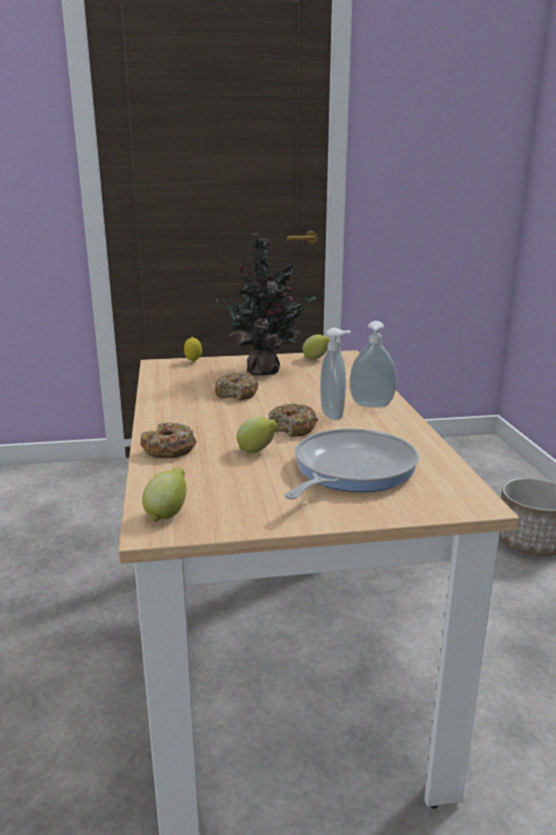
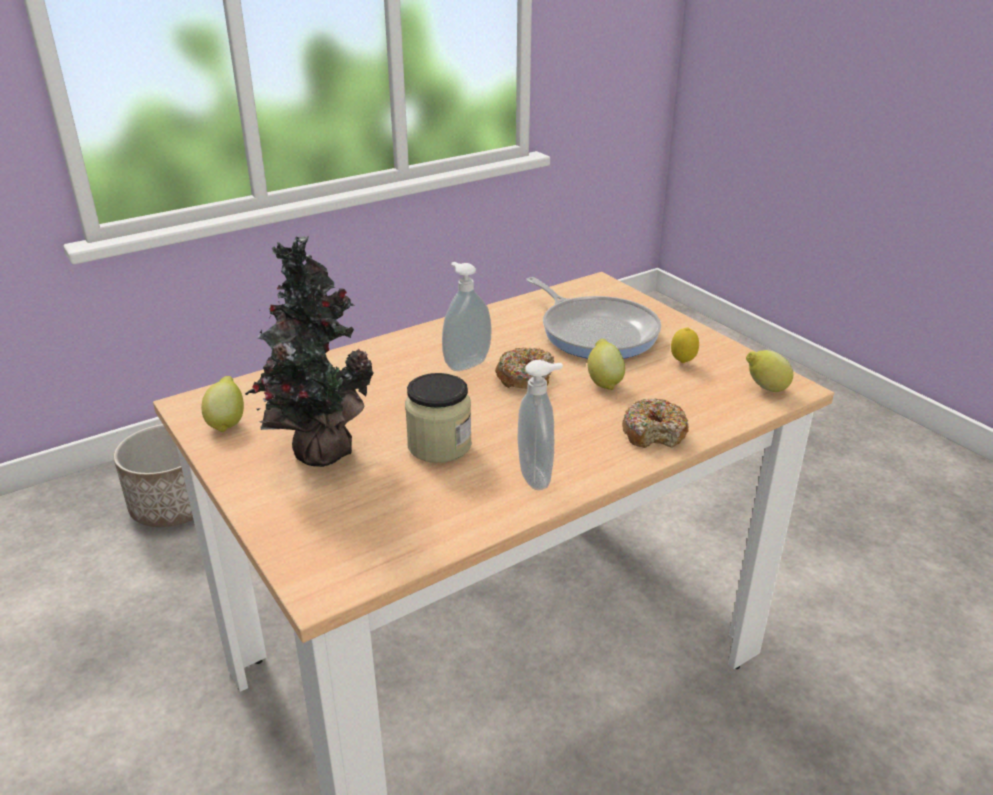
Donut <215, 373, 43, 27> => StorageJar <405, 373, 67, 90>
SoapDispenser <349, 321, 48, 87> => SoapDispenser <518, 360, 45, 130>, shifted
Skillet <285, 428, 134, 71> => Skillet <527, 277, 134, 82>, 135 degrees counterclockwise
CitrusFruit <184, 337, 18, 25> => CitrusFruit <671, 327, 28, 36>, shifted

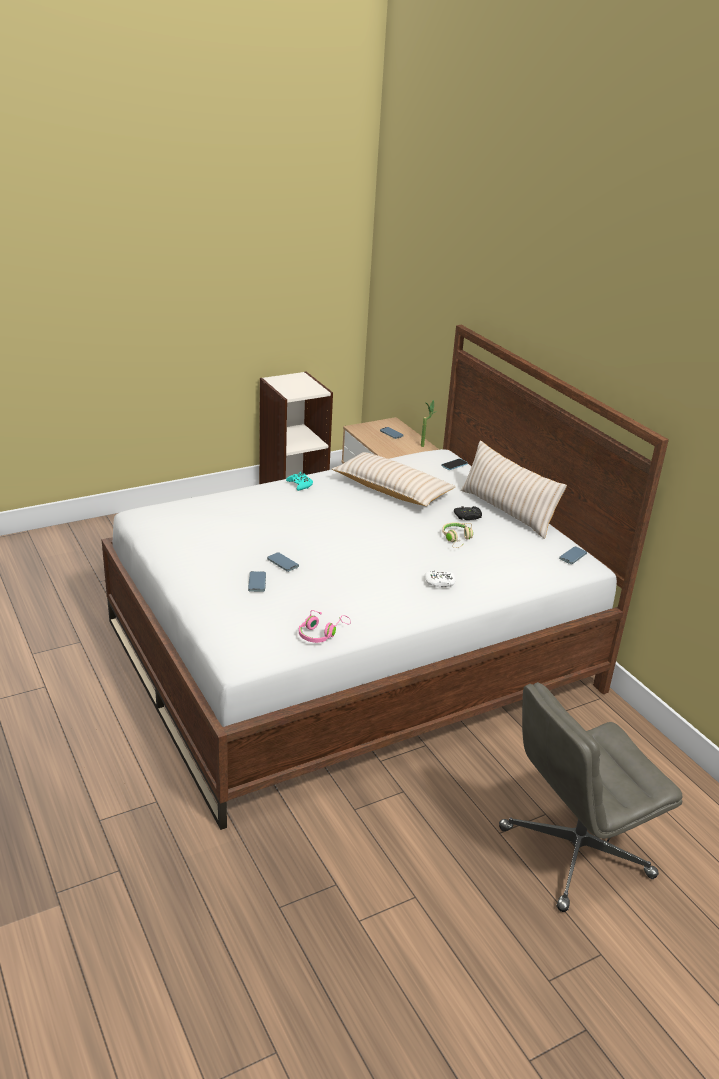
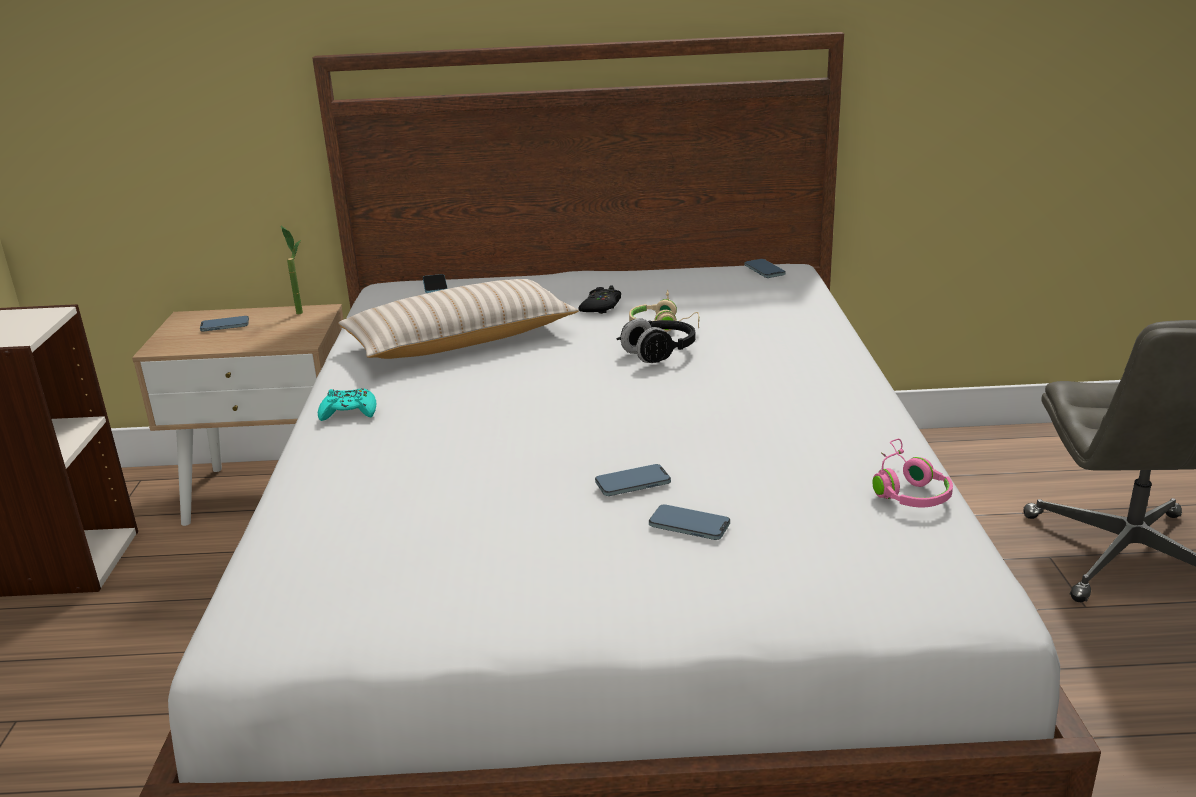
nothing => BlackishHeadphones <616, 318, 80, 45>
WhitishGamepad <425, 571, 31, 16> => nothing
BeigeColouredCushion <461, 440, 106, 99> => nothing

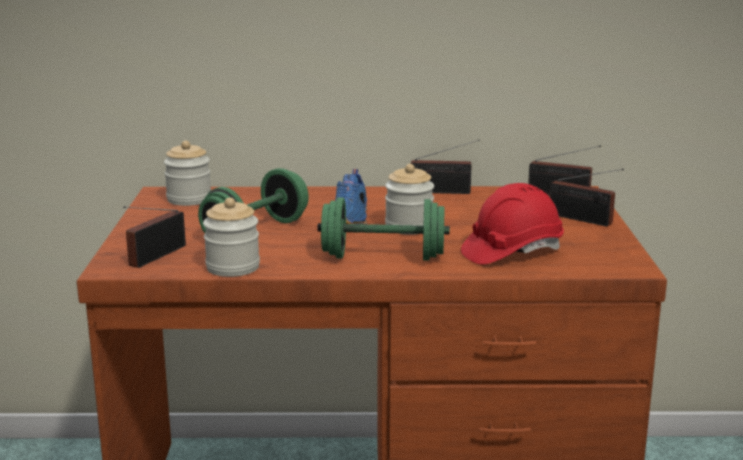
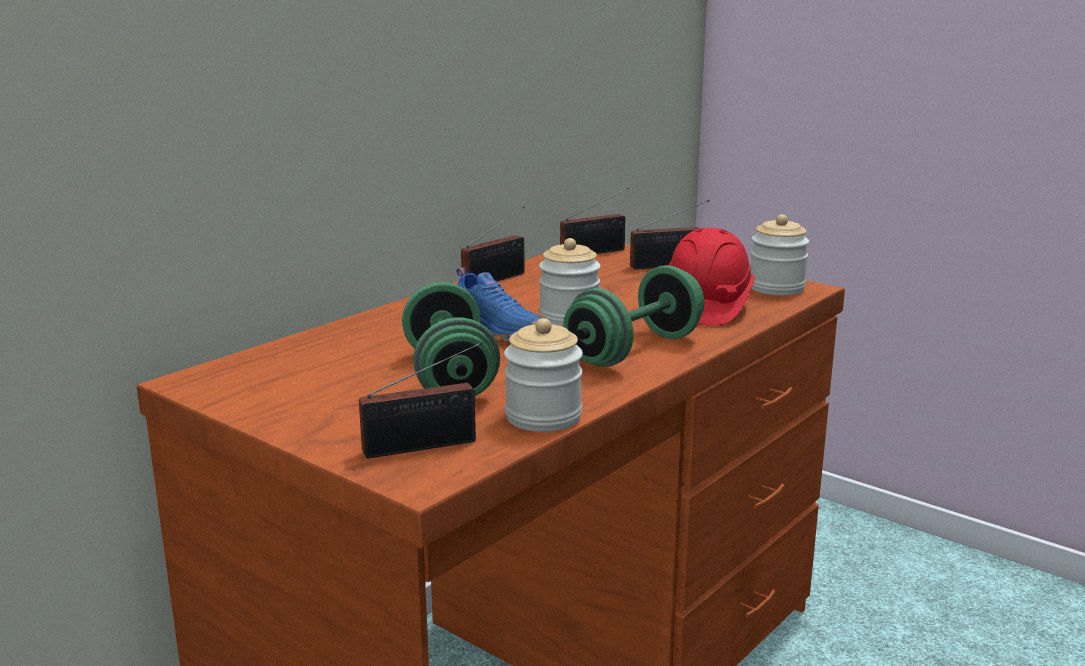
RadioReceiver <123, 206, 63, 62> => RadioReceiver <359, 342, 124, 116>, 90 degrees counterclockwise
StorageJar <164, 141, 47, 65> => StorageJar <751, 214, 58, 82>, shifted

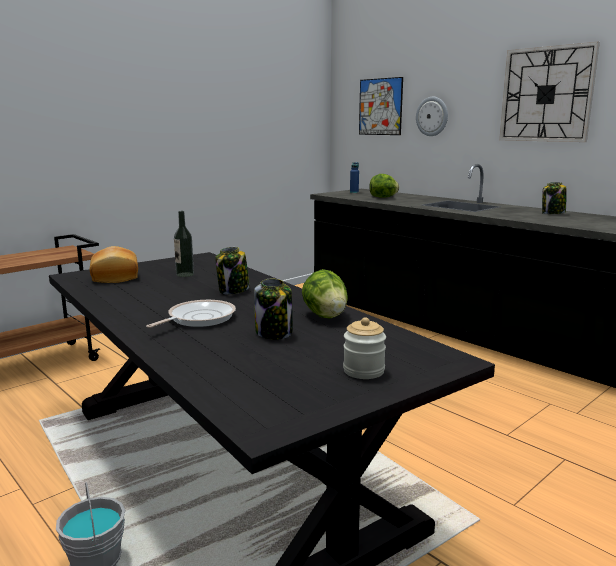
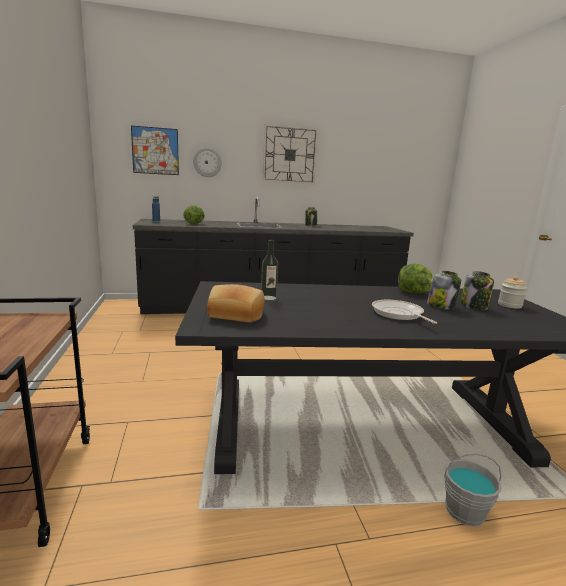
StorageJar <215, 247, 34, 47> => StorageJar <461, 271, 33, 39>, shifted

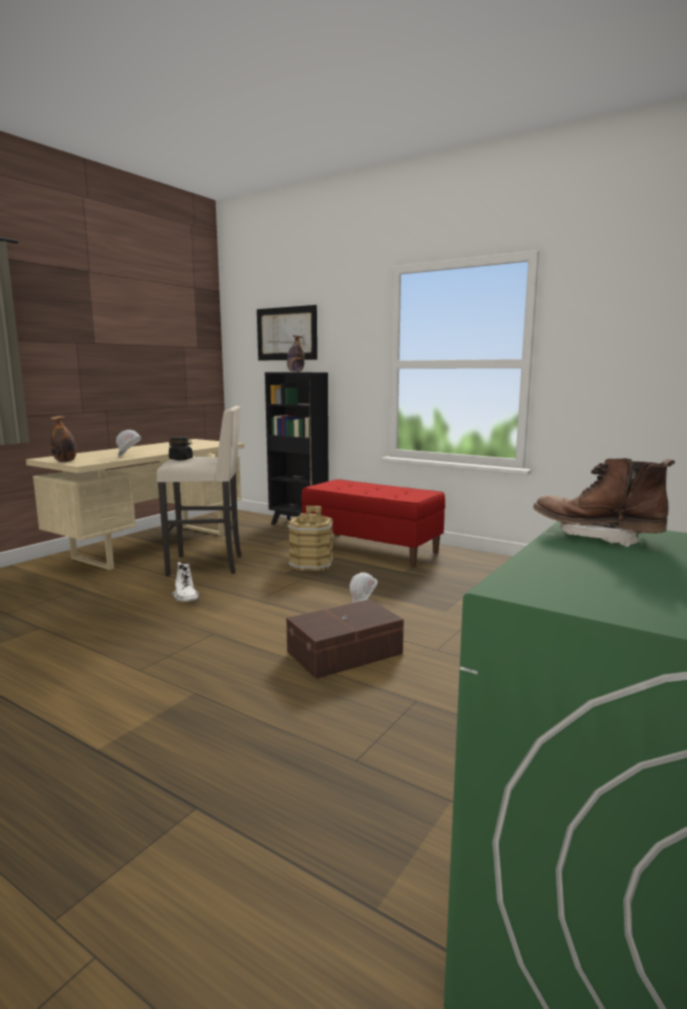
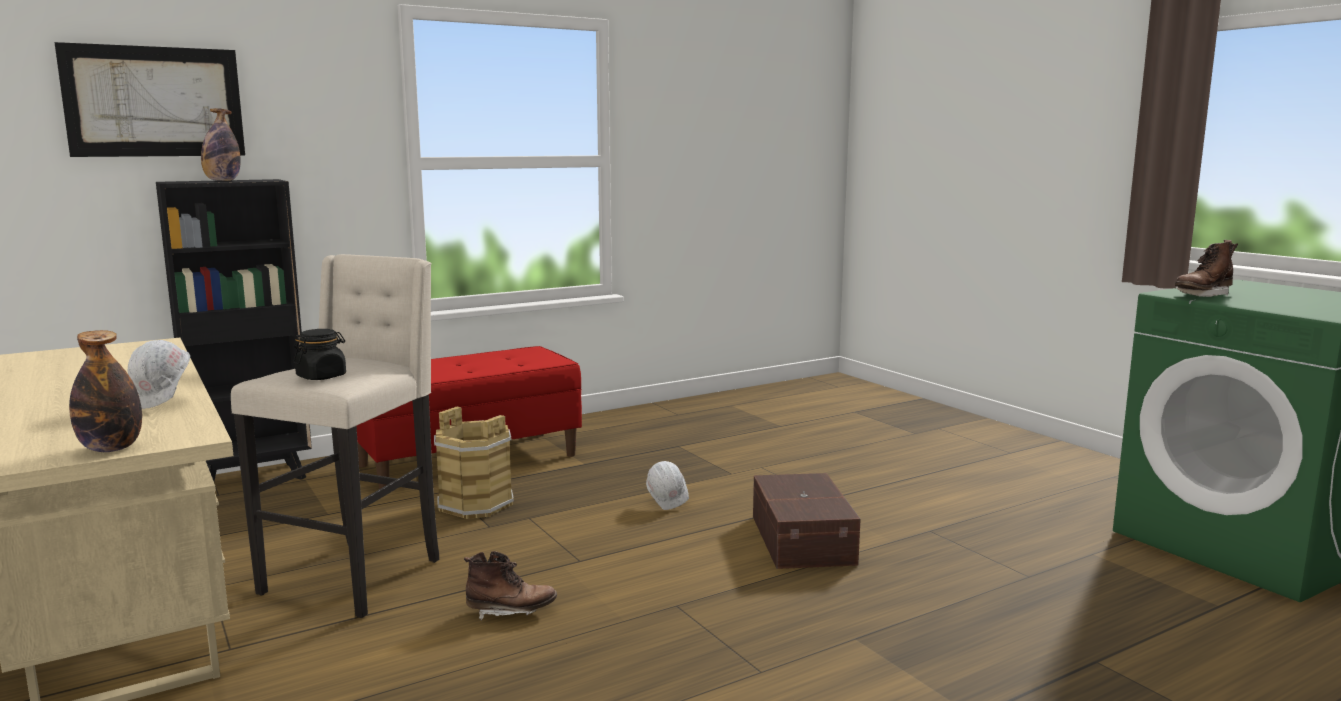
WhitishBoot <171, 562, 28, 41> => BrownishBoot <464, 551, 93, 69>

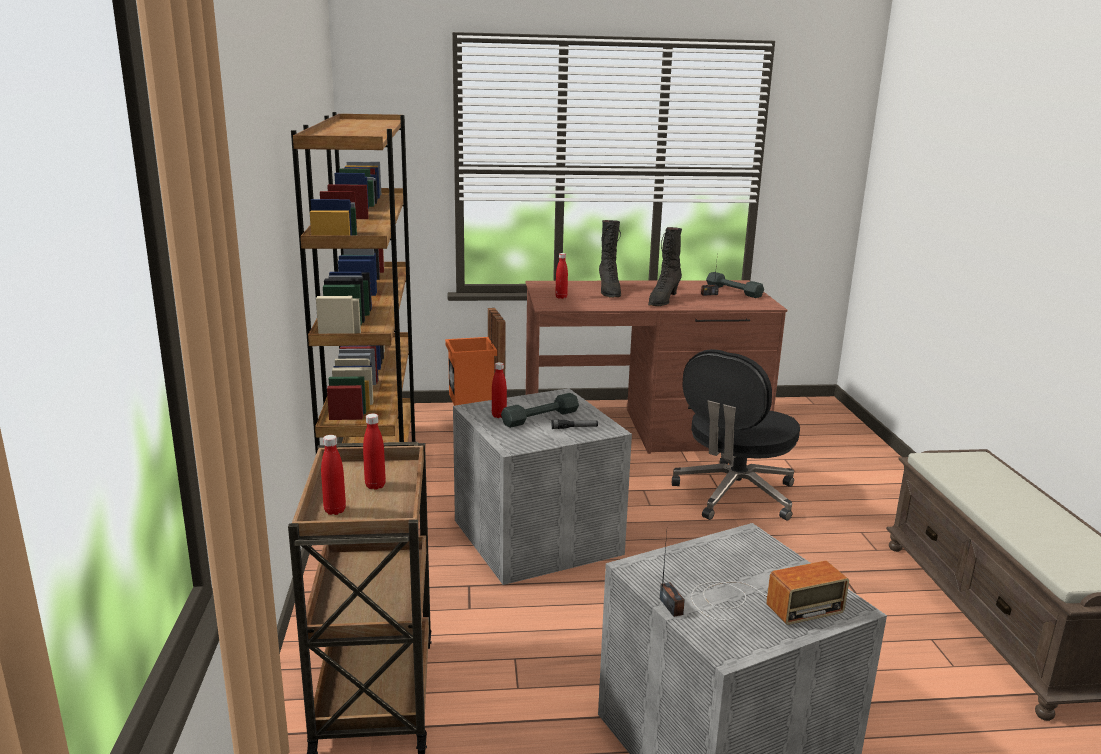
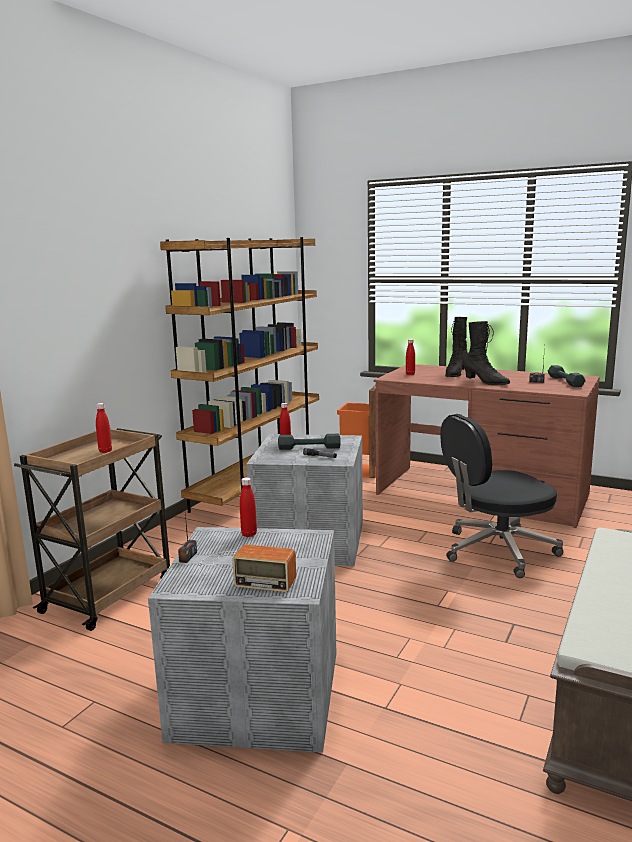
RedBeverageBottle <321, 435, 25, 80> => RedBeverageBottle <240, 477, 17, 60>, shifted
BlackishBoot <648, 227, 34, 79> => BlackishBoot <463, 321, 47, 64>, 105 degrees counterclockwise

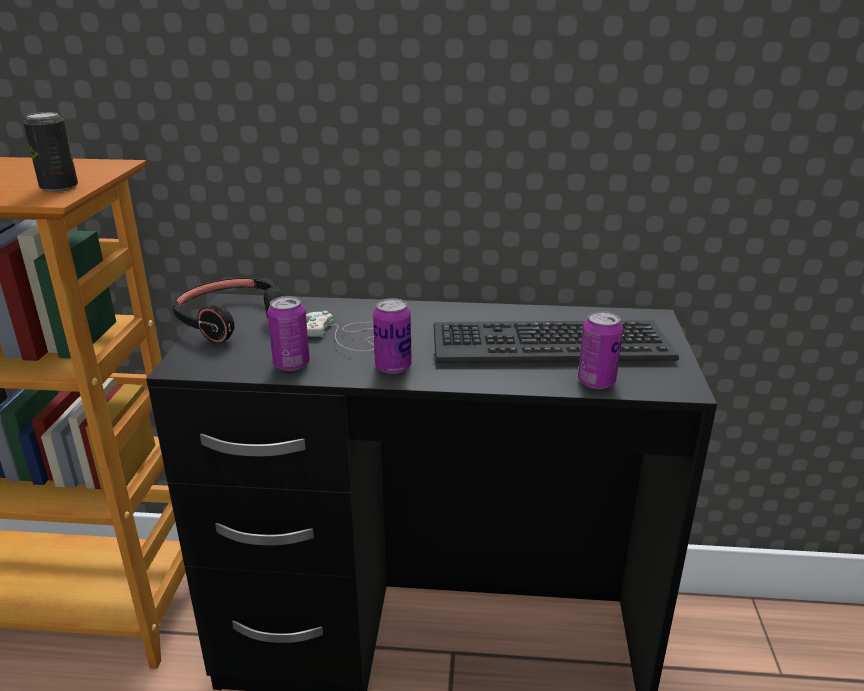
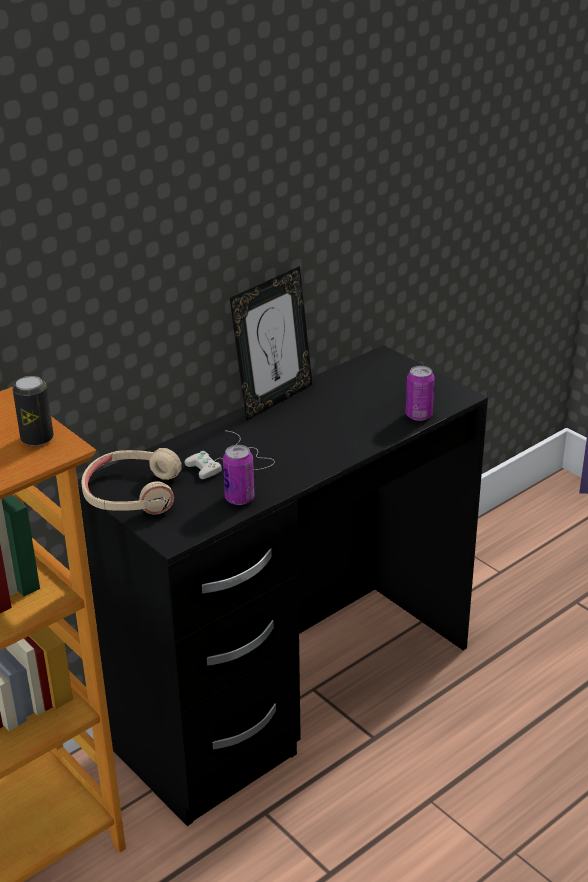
BlackishHeadphones <172, 277, 112, 66> => BeigeColouredHeadphones <82, 448, 100, 67>
nothing => StandingFrame <230, 266, 82, 155>
MetalCan <373, 298, 39, 76> => nothing
ComputerKeyboard <434, 320, 245, 43> => nothing

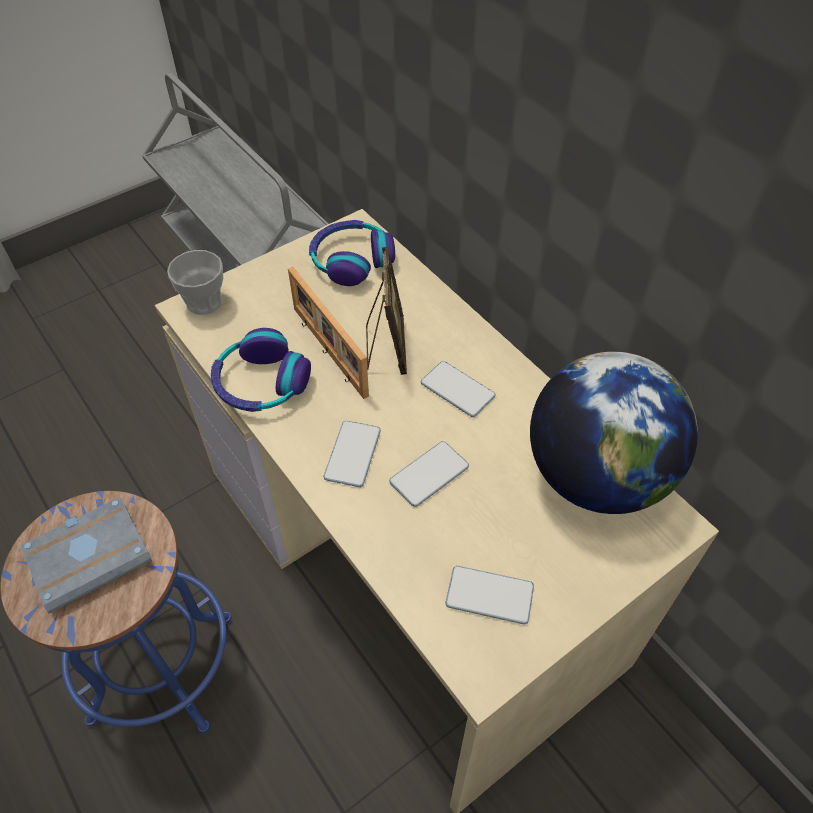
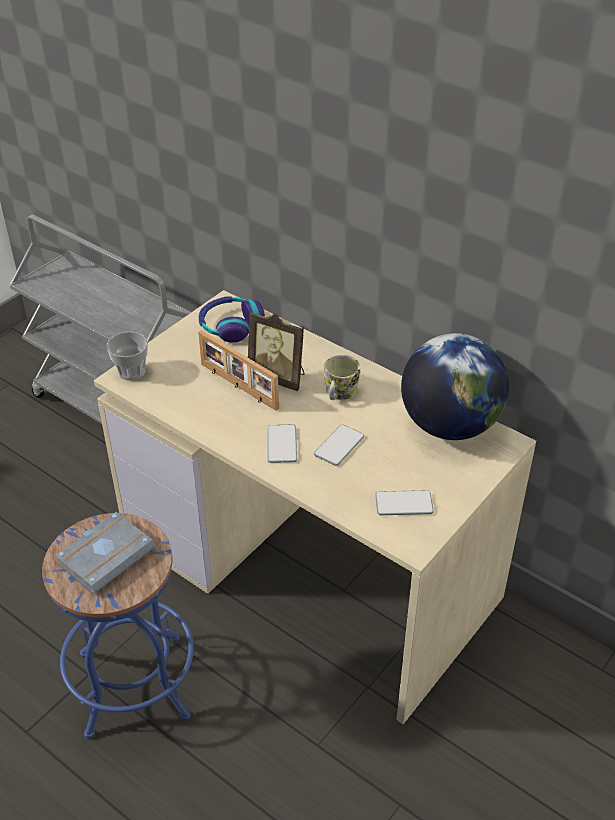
StandingFrame <366, 247, 41, 128> => StandingFrame <248, 311, 57, 80>, 135 degrees clockwise
Handset <421, 361, 74, 56> => Mug <324, 355, 36, 45>
Headphones <211, 328, 100, 84> => nothing

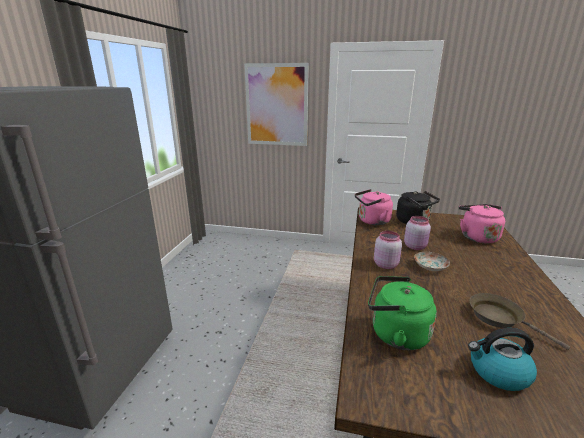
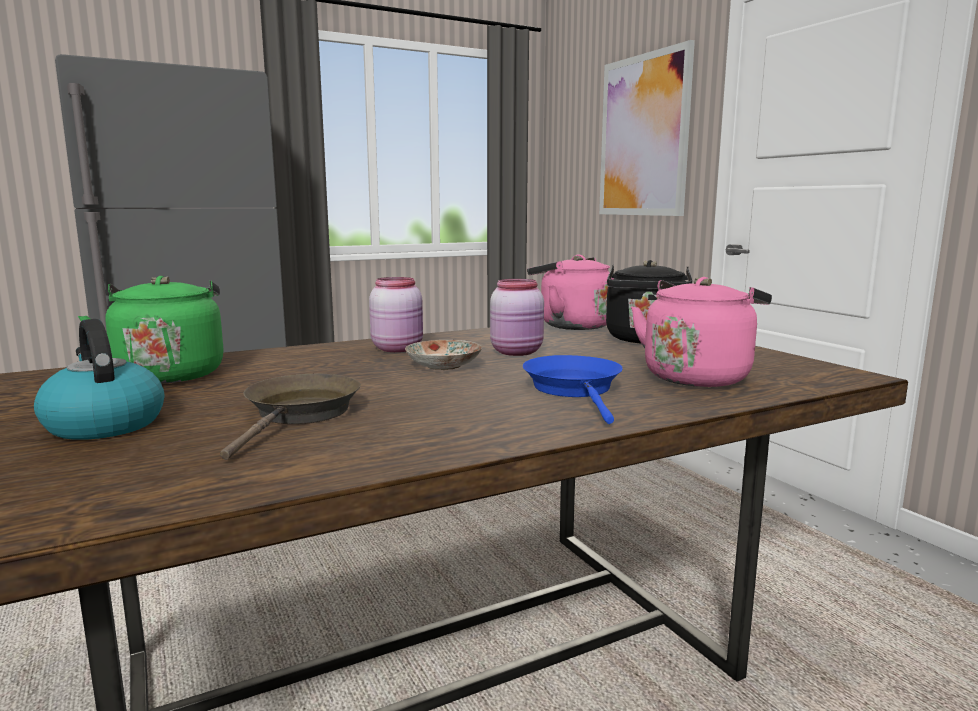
nothing => BlueSkillet <523, 355, 100, 69>

